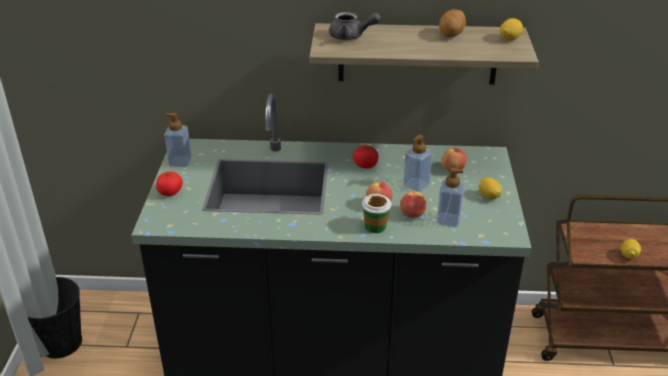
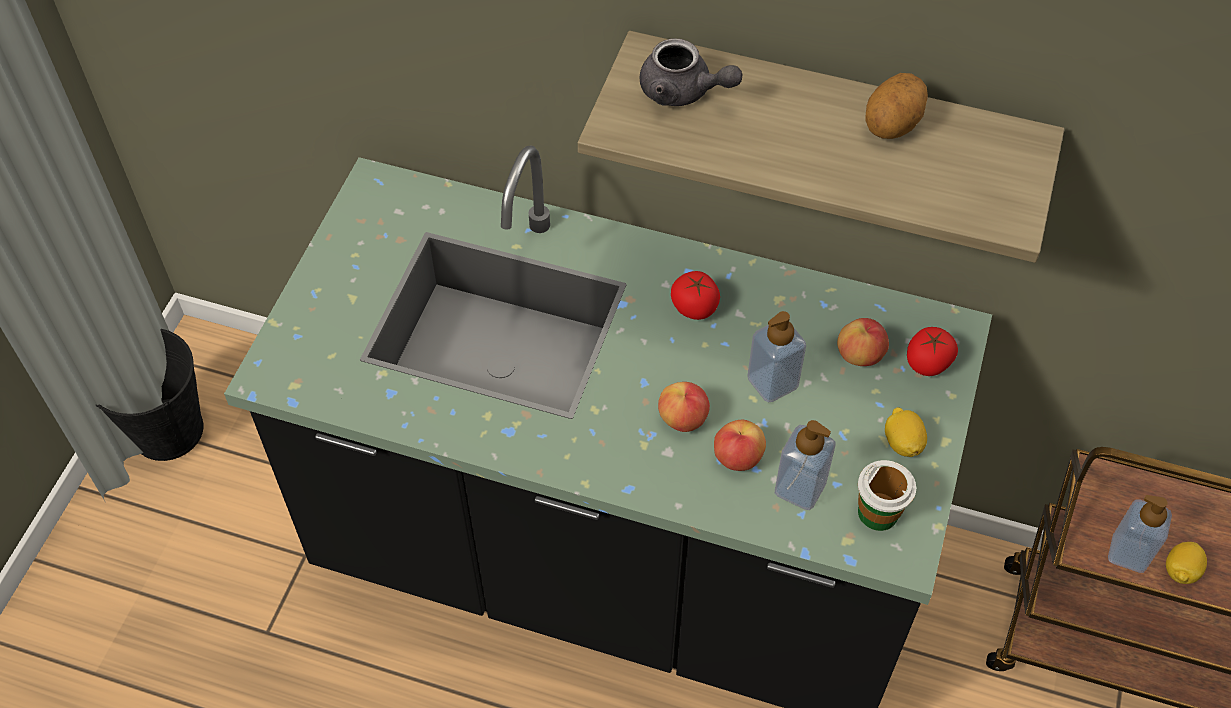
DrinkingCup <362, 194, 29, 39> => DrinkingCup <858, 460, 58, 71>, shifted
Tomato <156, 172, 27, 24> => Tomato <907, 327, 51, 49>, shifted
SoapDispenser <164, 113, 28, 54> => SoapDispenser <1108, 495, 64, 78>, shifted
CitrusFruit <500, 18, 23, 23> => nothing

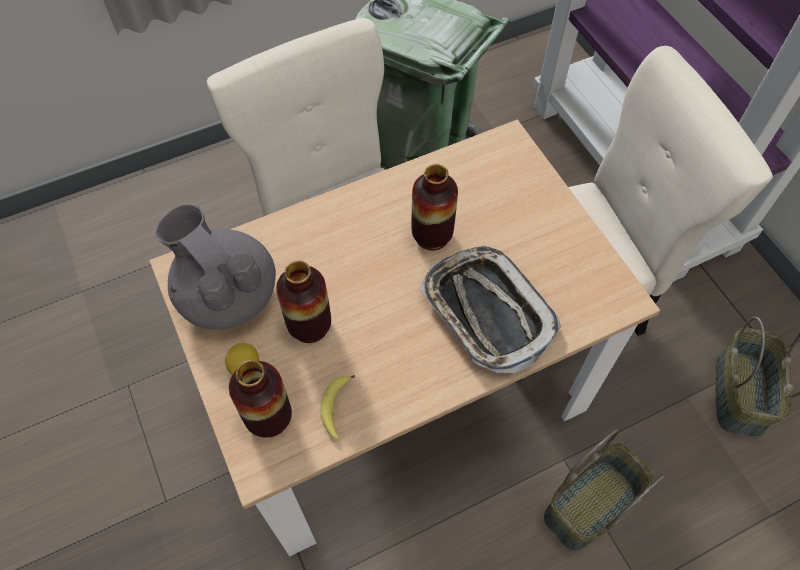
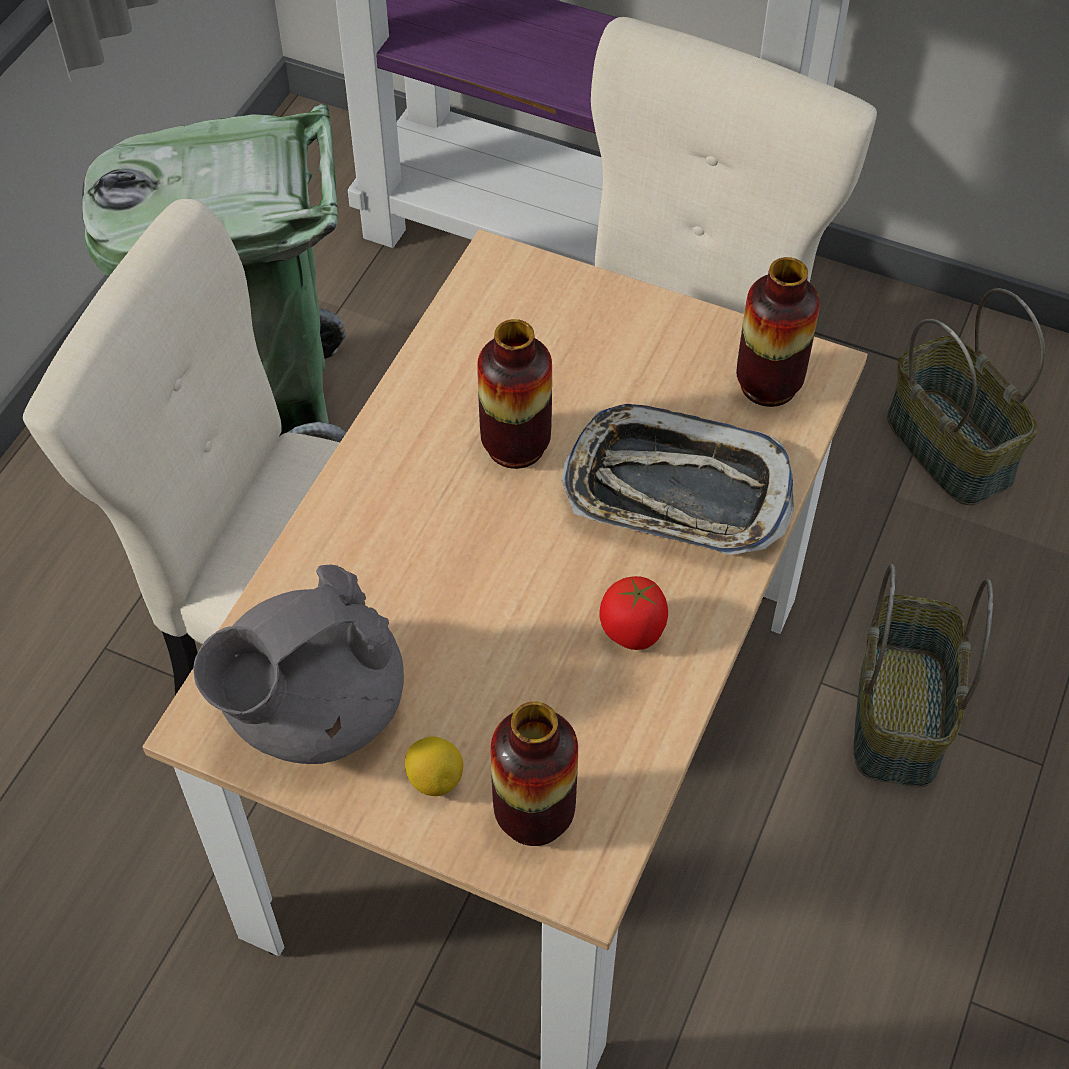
GreyTeapot <155, 204, 121, 126> => GreyTeapot <193, 565, 211, 199>, 45 degrees counterclockwise
nothing => Tomato <599, 576, 69, 74>
DecorativeVase <276, 261, 55, 82> => DecorativeVase <736, 257, 84, 150>, shifted
Banana <320, 375, 35, 65> => nothing

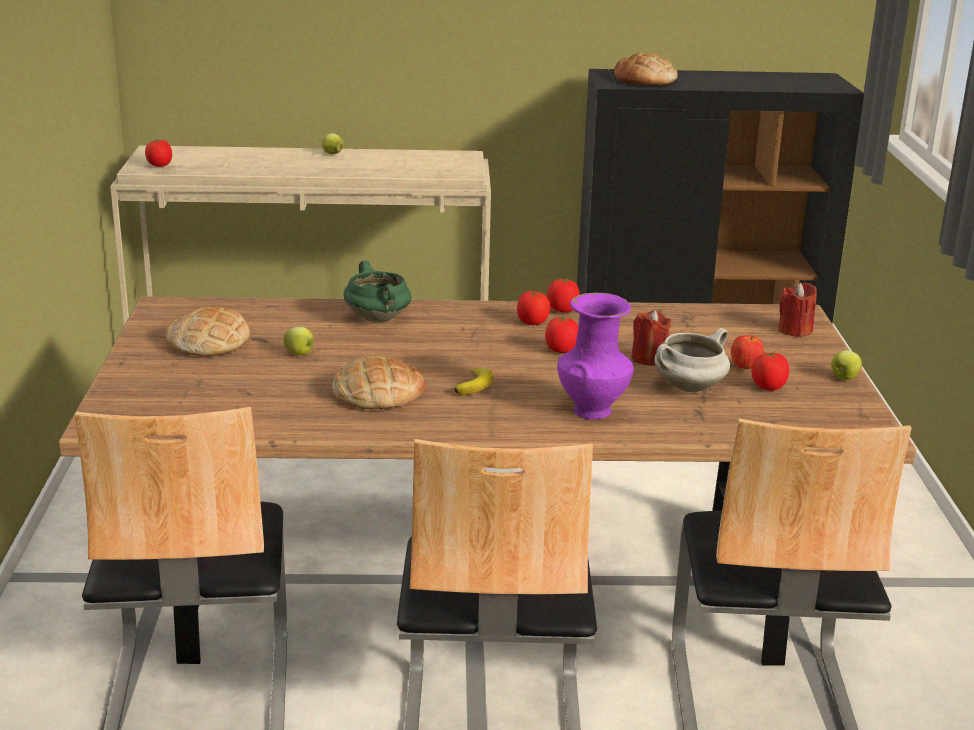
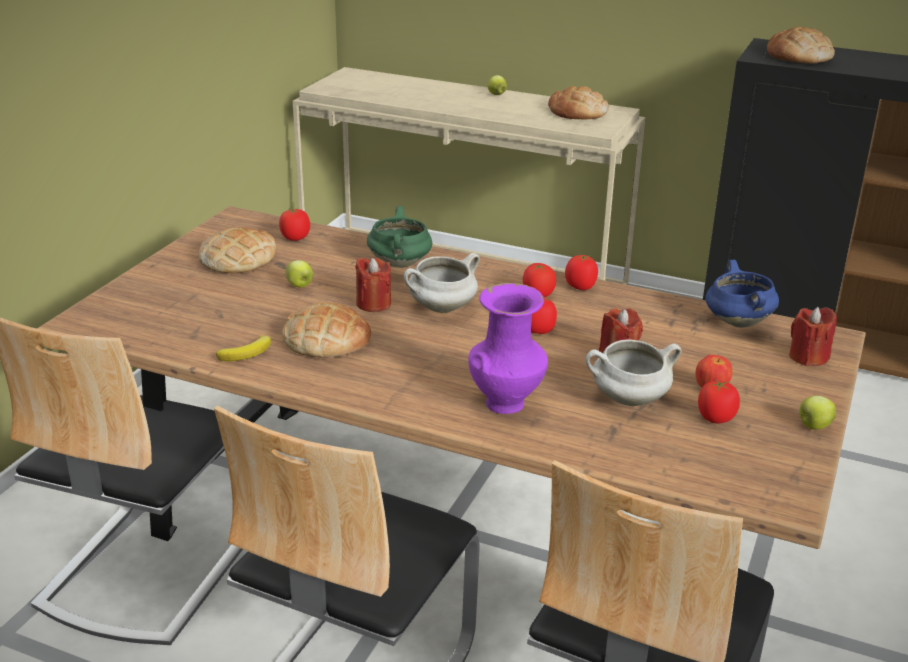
Banana <454, 368, 39, 27> => Banana <216, 335, 55, 26>, shifted
Tomato <145, 139, 27, 28> => Tomato <279, 208, 31, 33>, shifted
nothing => RedCandle <355, 258, 36, 54>
nothing => WhitishCookingPot <404, 253, 76, 60>
nothing => BakeryBread <548, 86, 61, 33>
nothing => BlueCookingPot <705, 259, 74, 69>

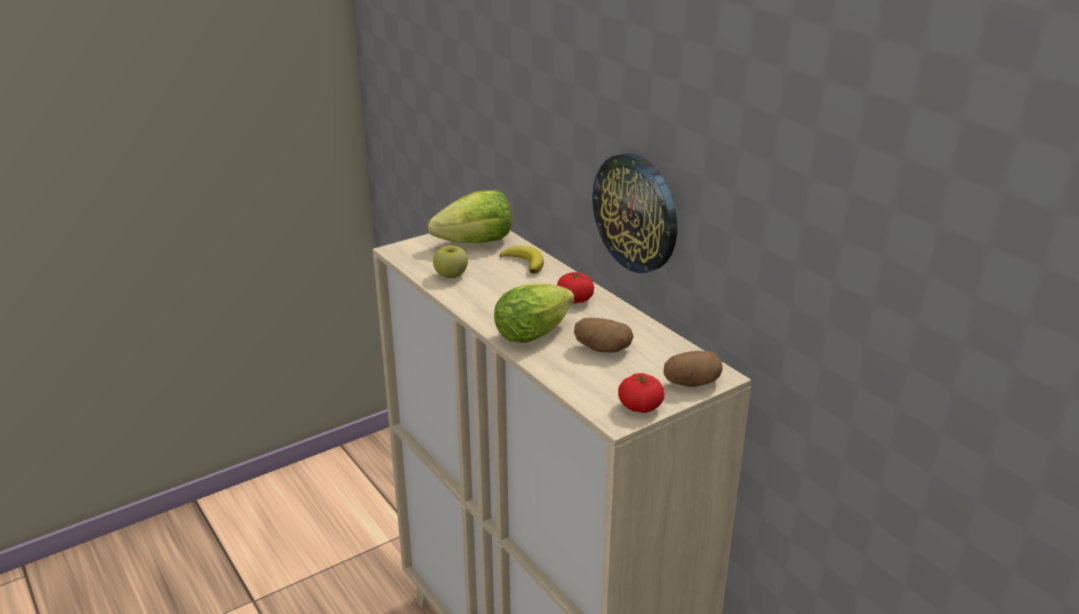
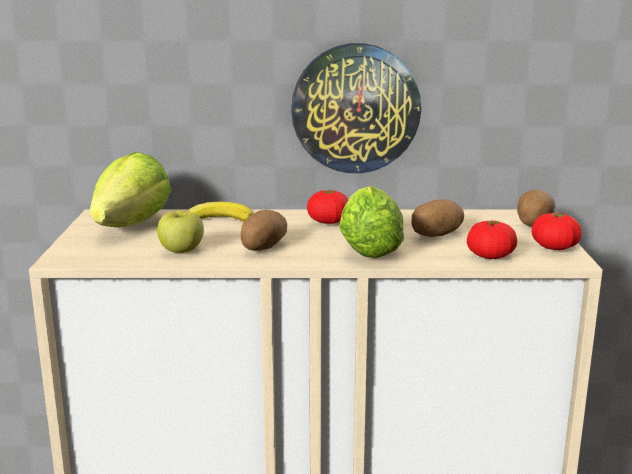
nothing => Spud <241, 210, 46, 41>
nothing => Tomato <467, 219, 50, 40>

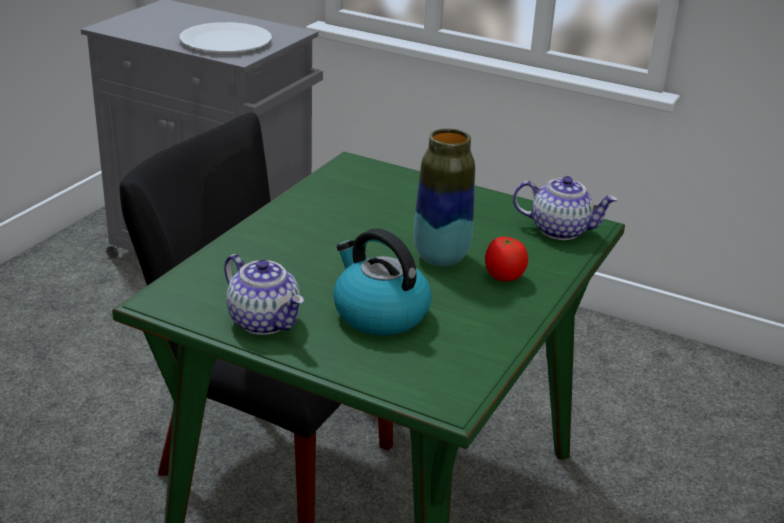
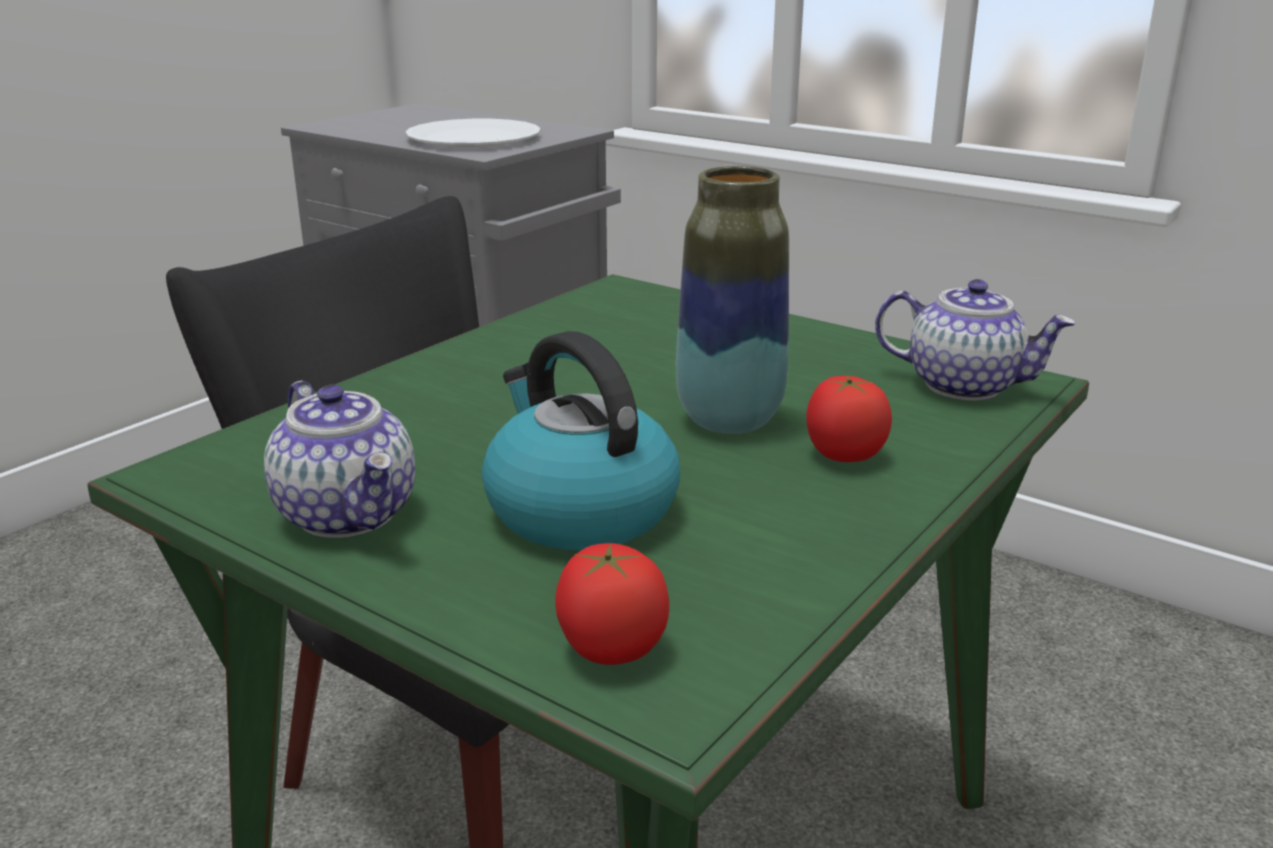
nothing => Tomato <555, 543, 114, 122>

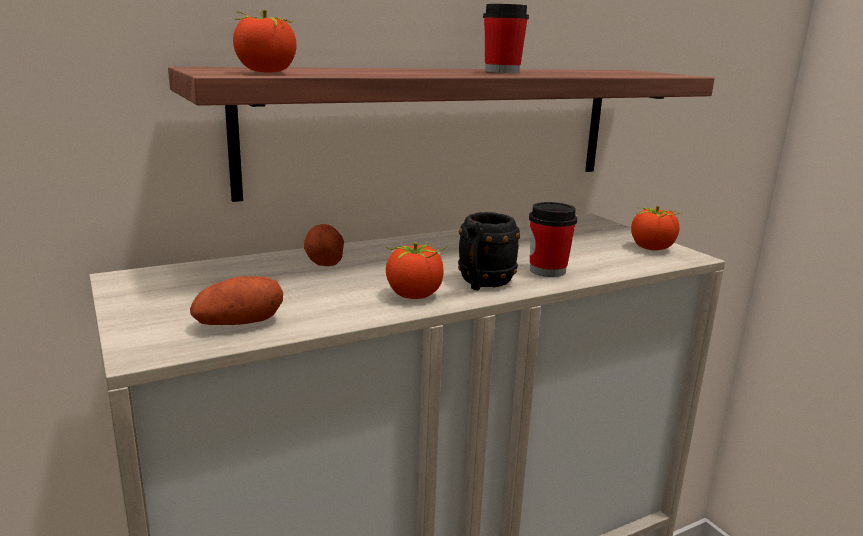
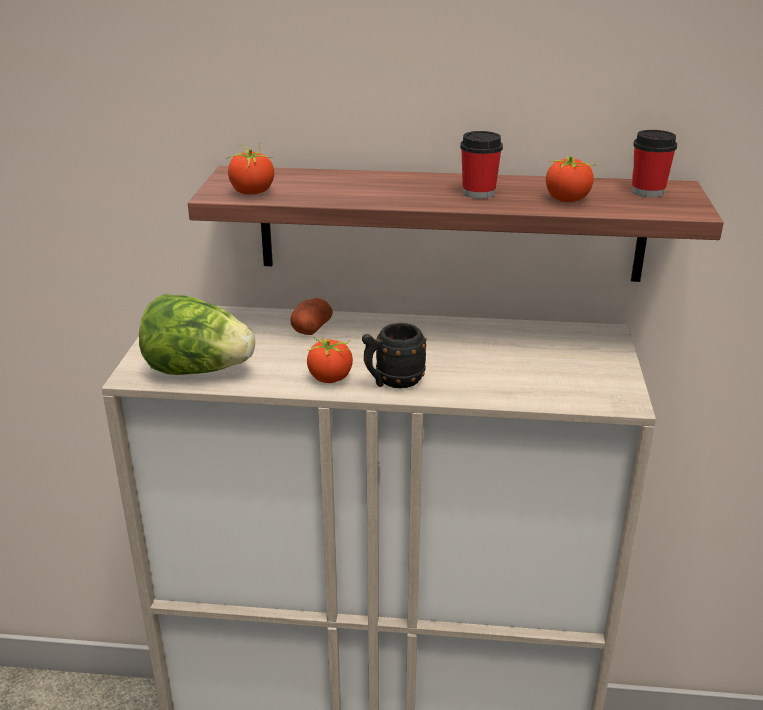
Spud <190, 276, 93, 49> => Lettuce <139, 294, 116, 81>
Tomato <631, 206, 52, 45> => Tomato <546, 155, 50, 47>, shifted
DrinkingCup <529, 202, 48, 75> => DrinkingCup <632, 130, 45, 67>, shifted

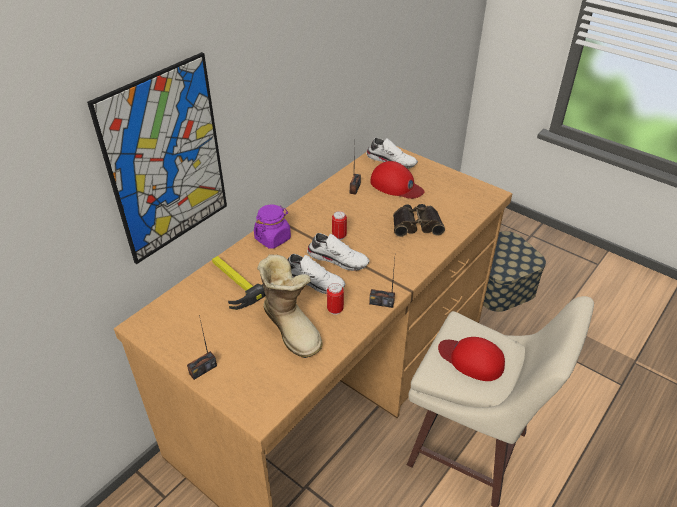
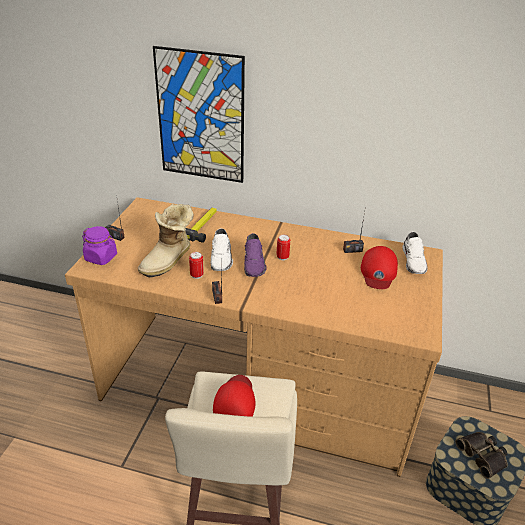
PurplishStorageJar <254, 205, 37, 44> => PurplishStorageJar <82, 226, 35, 39>, shifted
WhitishShoe <307, 233, 63, 38> => PurplishShoe <244, 233, 23, 44>
PairOfBinoculars <393, 204, 52, 33> => PairOfBinoculars <455, 432, 53, 47>, shifted

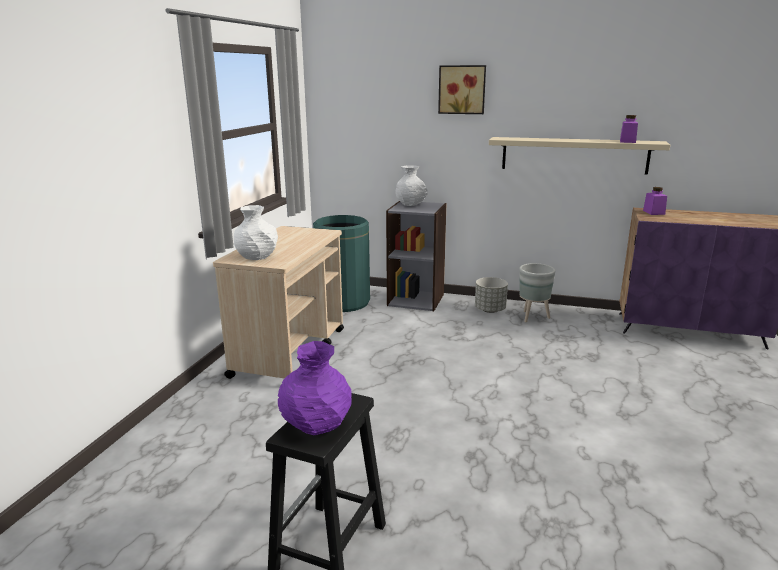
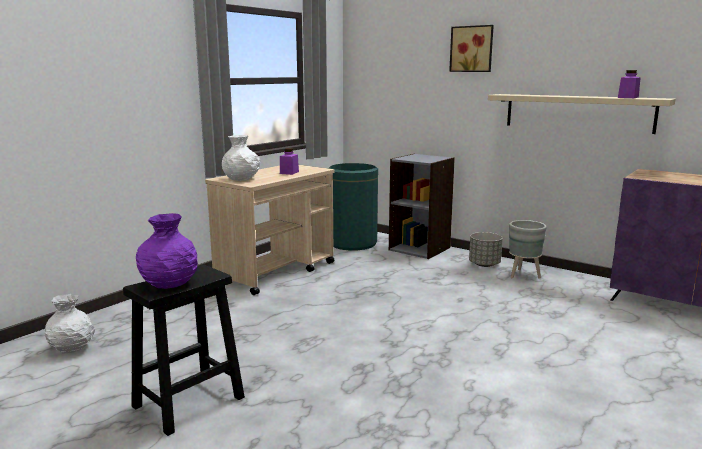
WhitishDecorativeVase <395, 165, 33, 41> => WhitishDecorativeVase <45, 294, 50, 59>, shifted
PurplishStorageJar <643, 187, 24, 28> => PurplishStorageJar <280, 148, 19, 27>, shifted

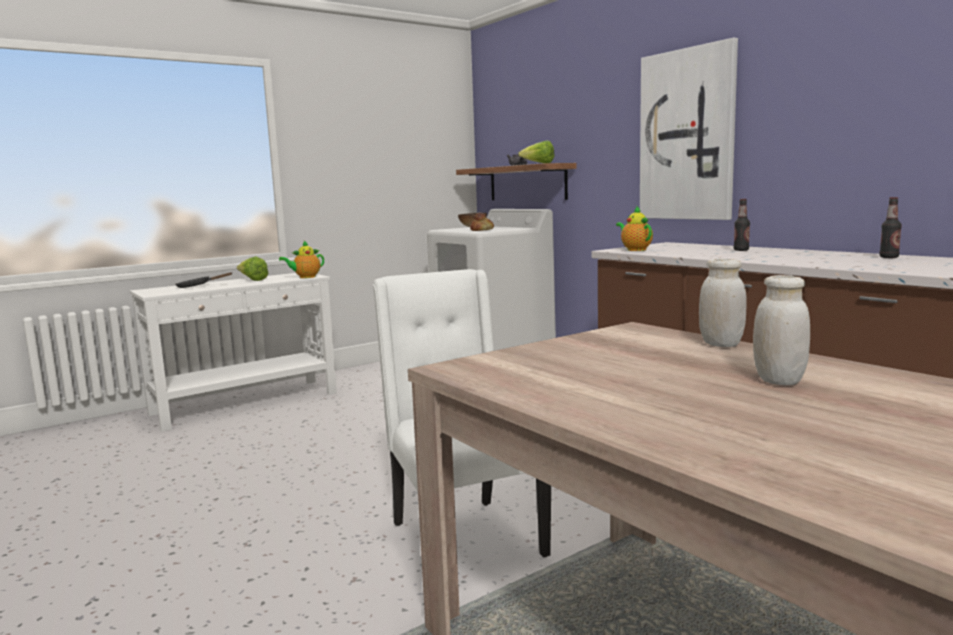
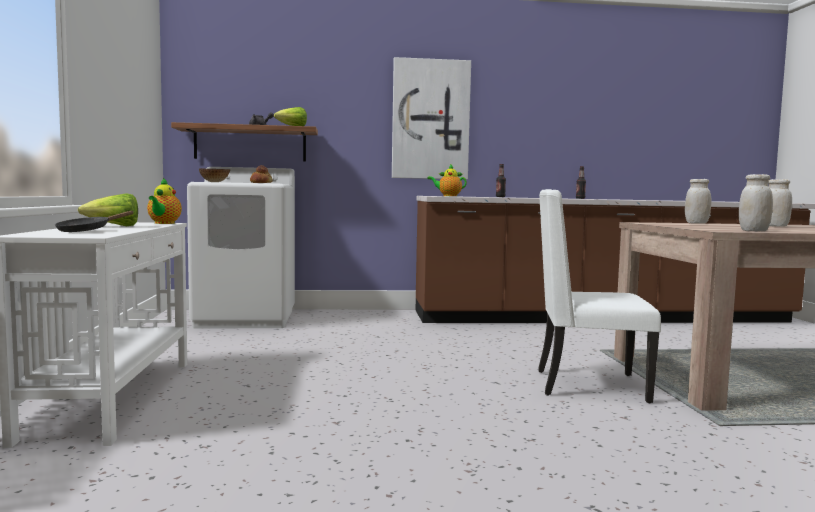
nothing => WhitishStorageJar <738, 174, 35, 57>

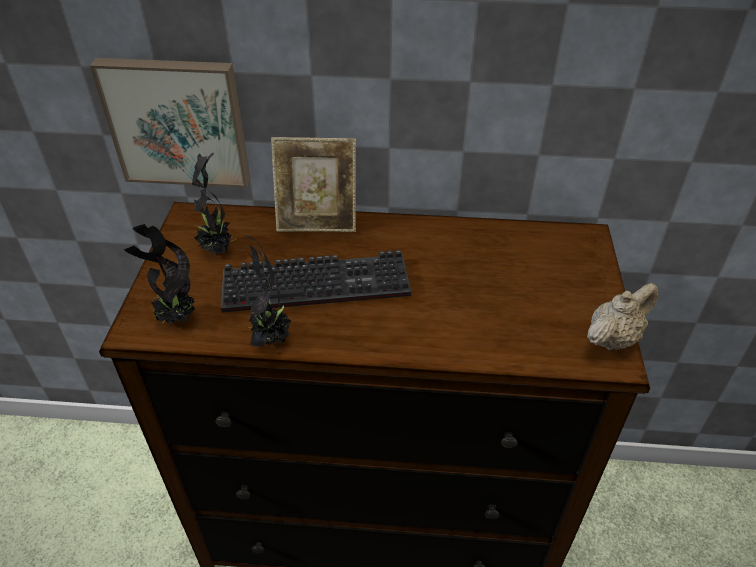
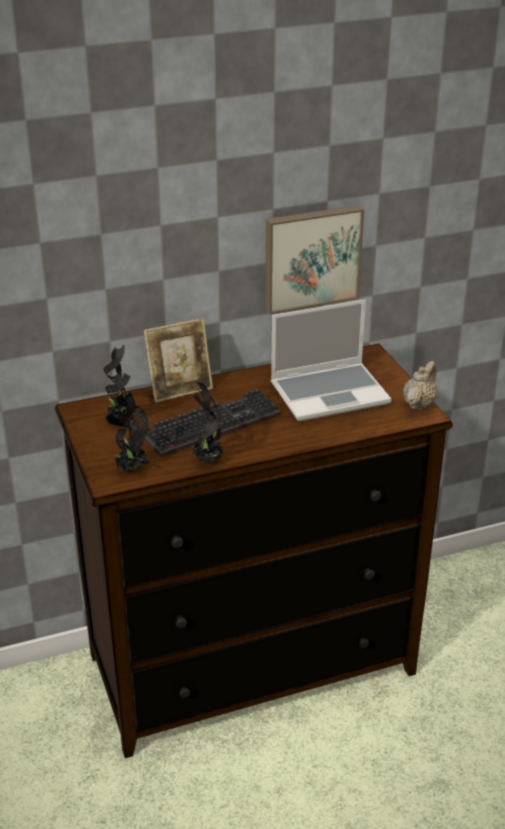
WallArt <90, 58, 160, 130> => WallArt <265, 205, 99, 109>, shifted
nothing => Laptop <271, 299, 121, 122>

